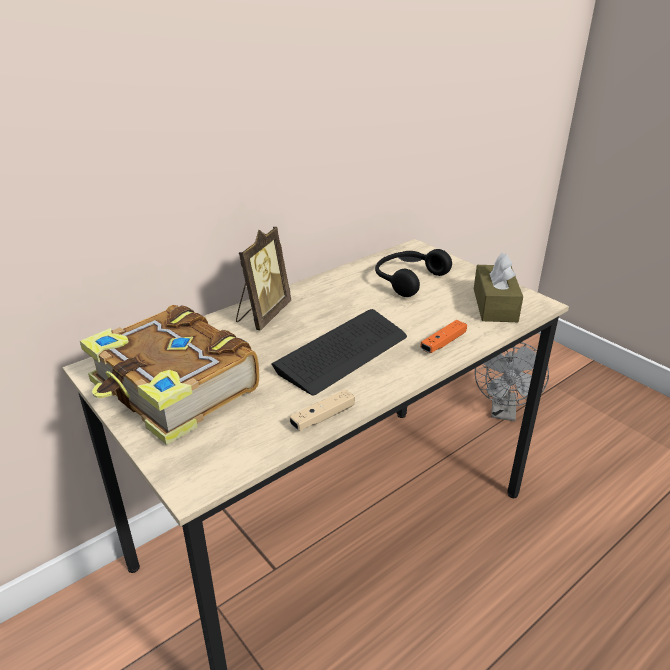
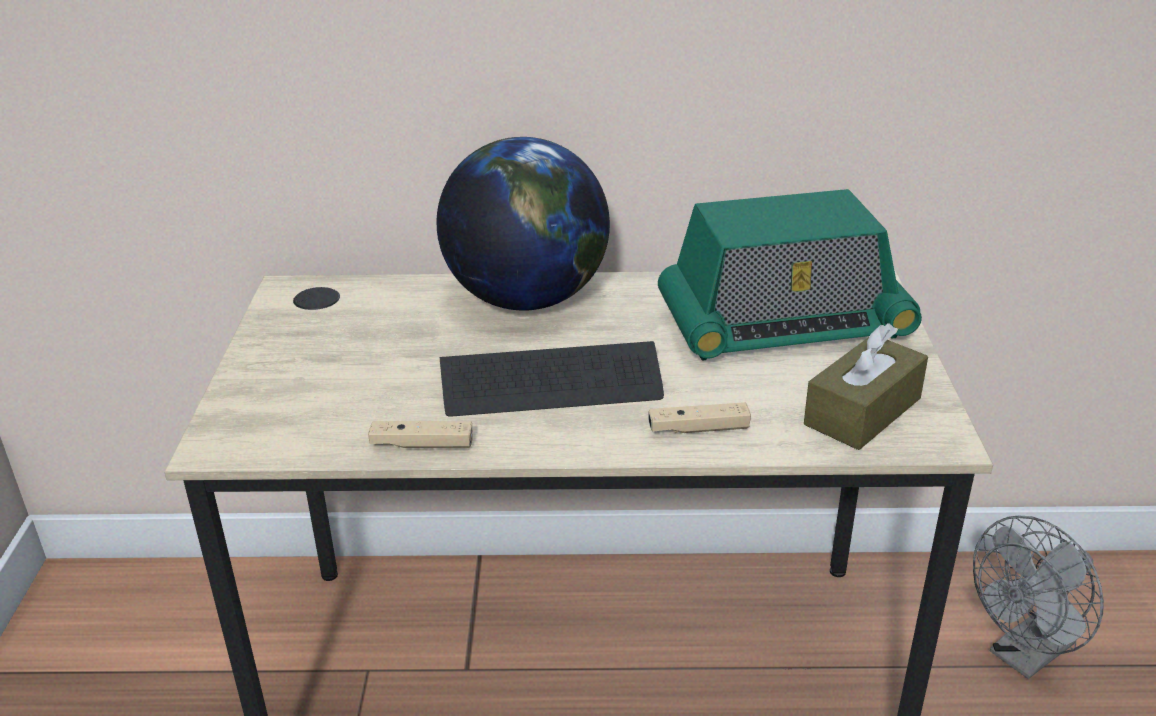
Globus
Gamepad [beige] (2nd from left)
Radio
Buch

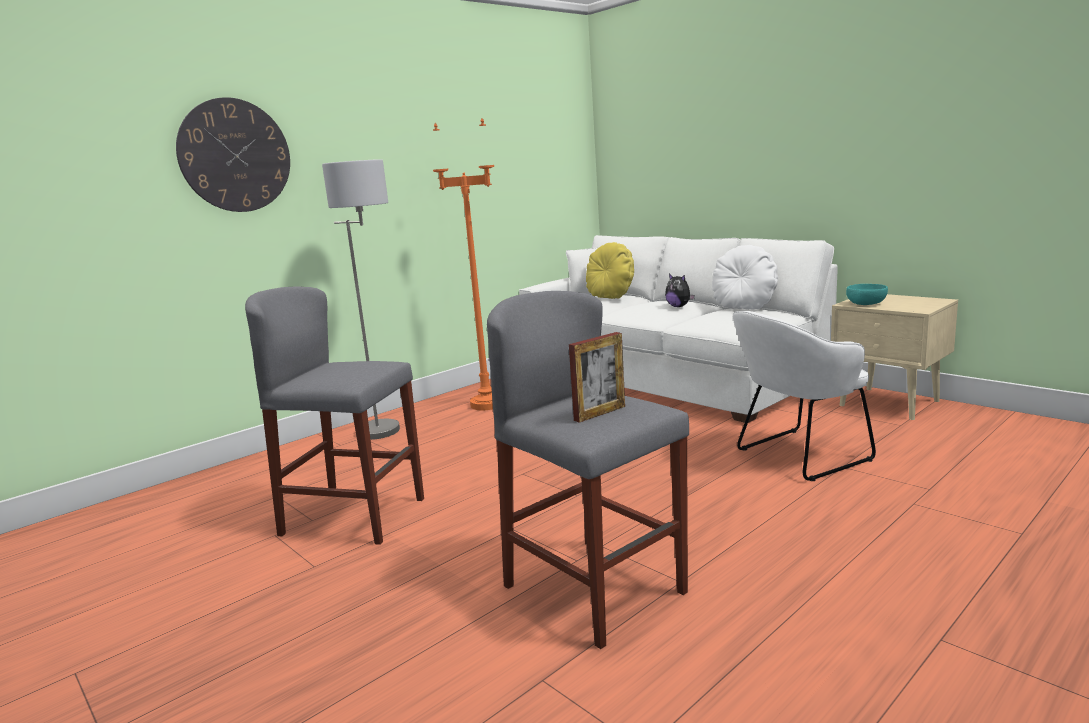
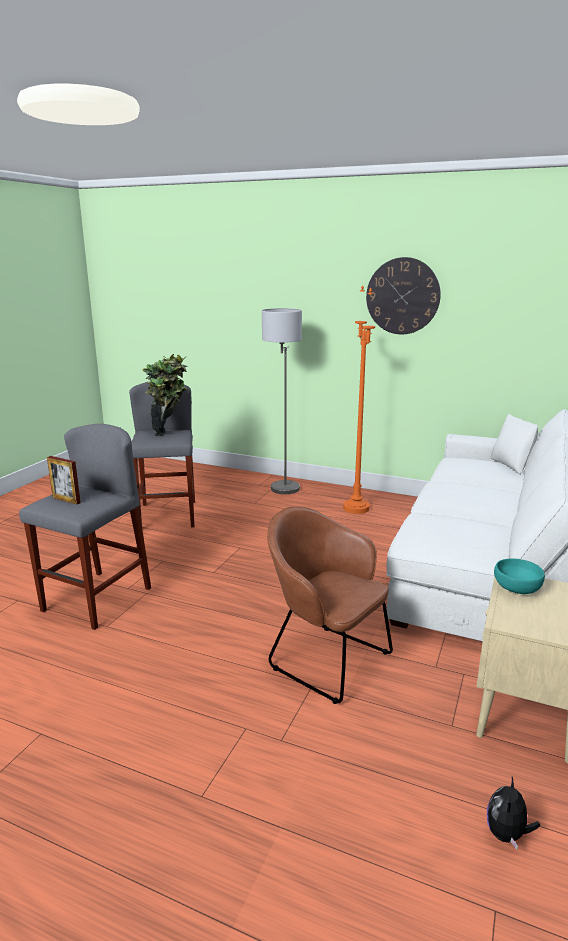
Topfpflanze
Sessel [braun]
Wanduhr
Plüschtier
Kissen [gelb]
Kissen [weiß]

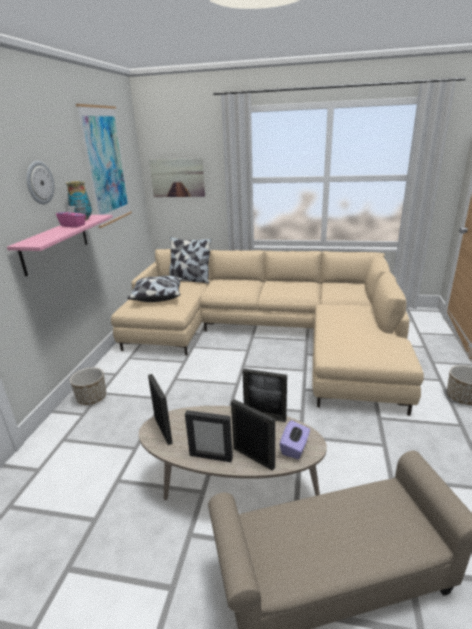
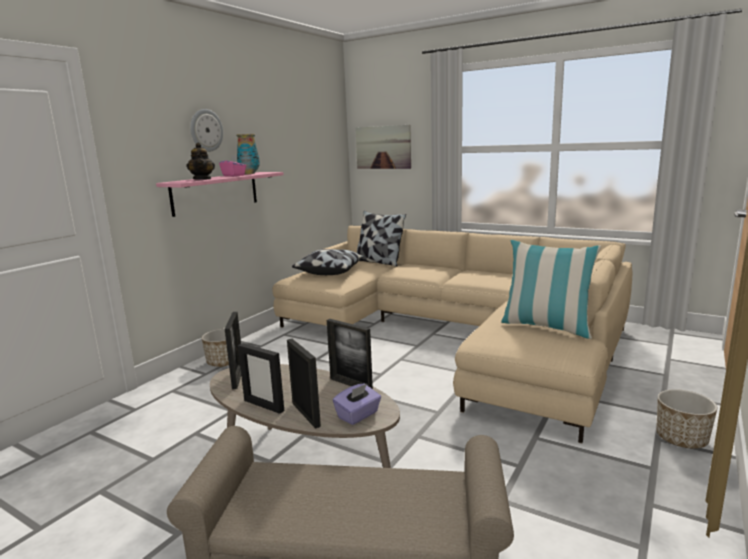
Teekanne
Kissen (3rd from left)
Bild (1st from left in the first image)

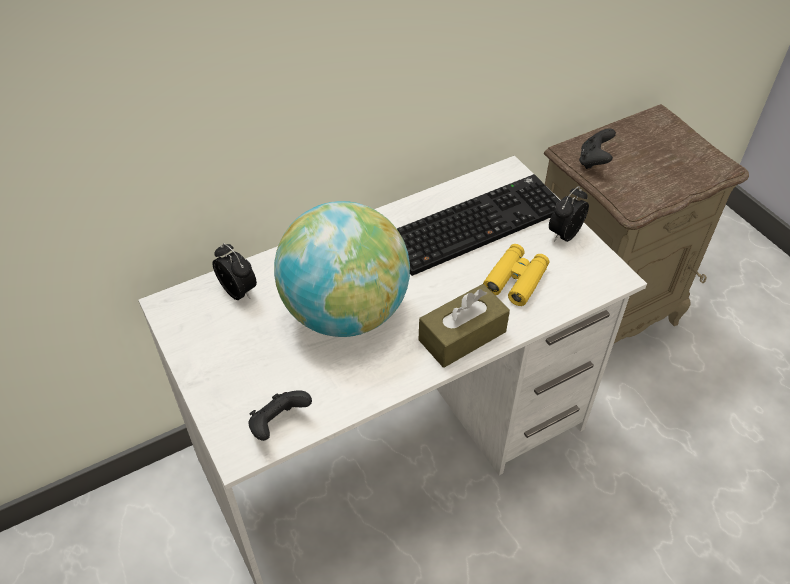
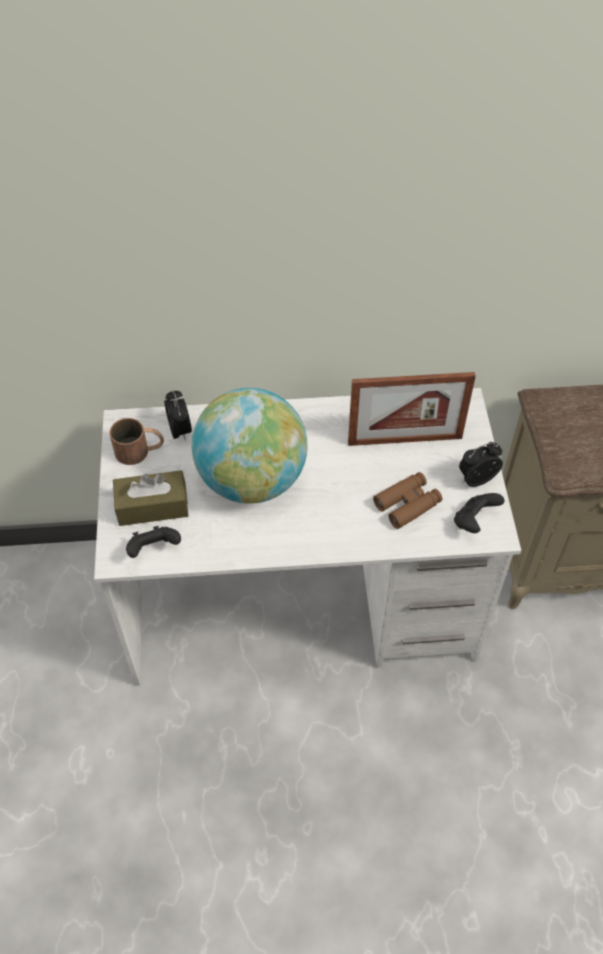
Henkelbecher [braun]
Taschentuchbox [braun]
Bilderrahmen
Fernglas [braun]
Gamepad [schwarz] (2nd from left)

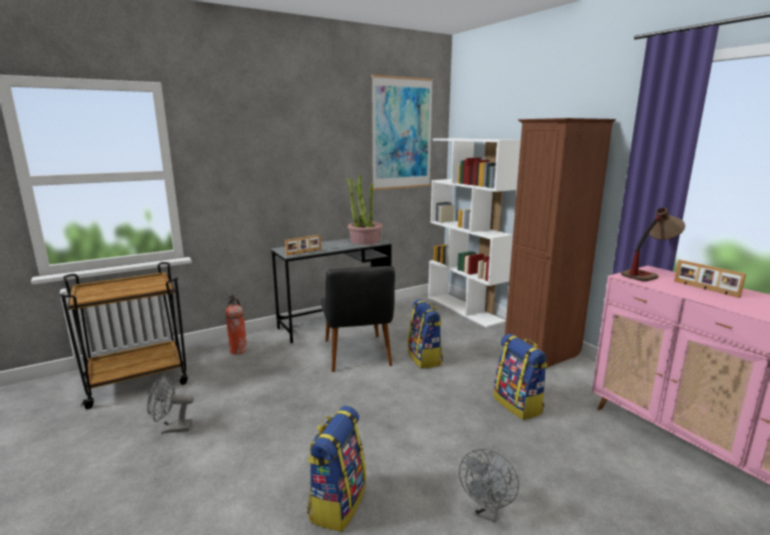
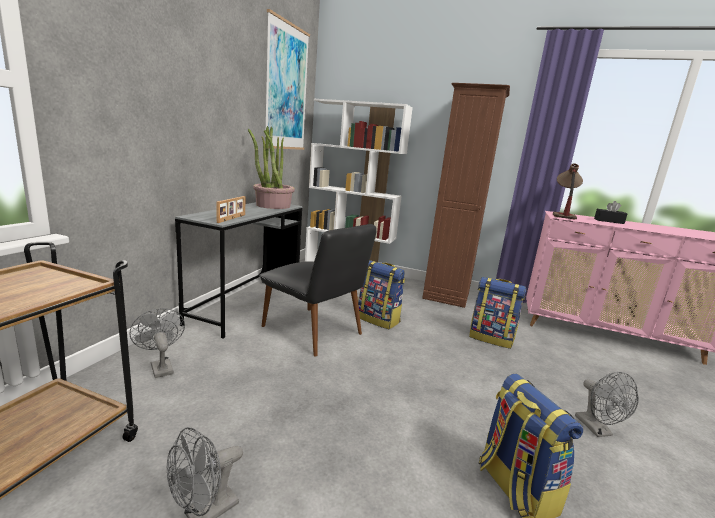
Ventilator [grau] (1st from left)
Taschentuchbox [schwarz]

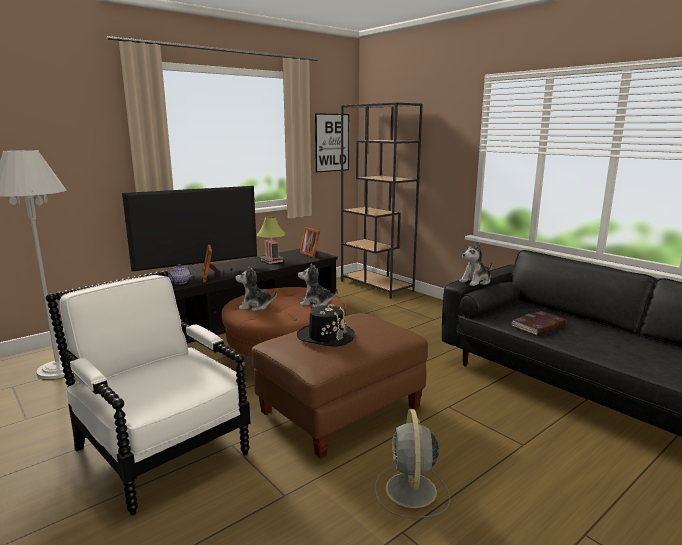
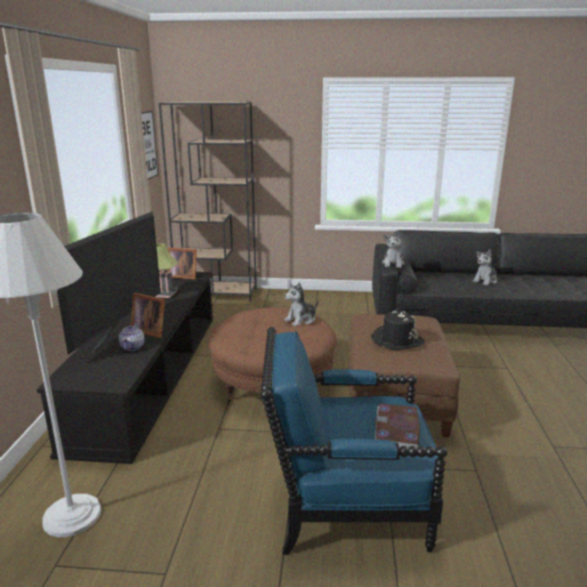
Sessel [blau]
Buch
Plüschtier (3rd from left)
Ventilator [grau]

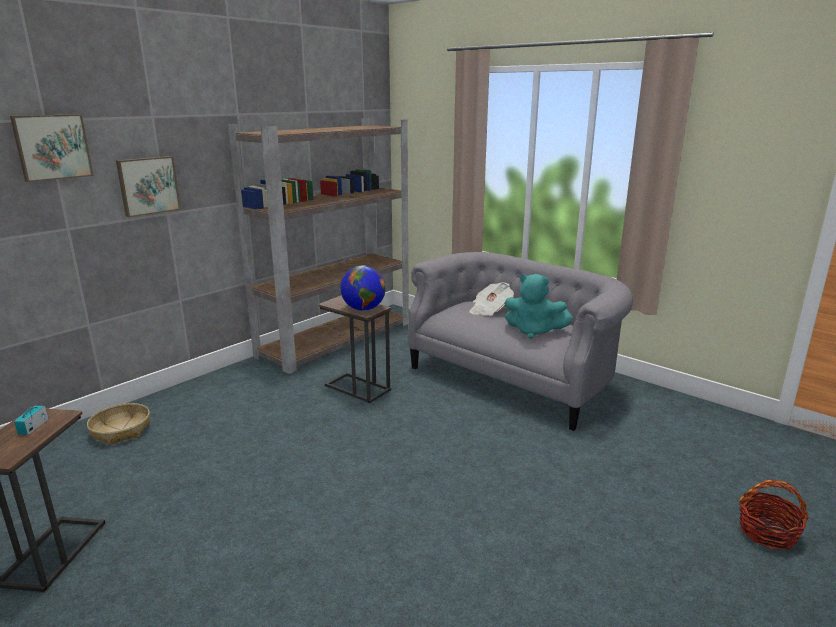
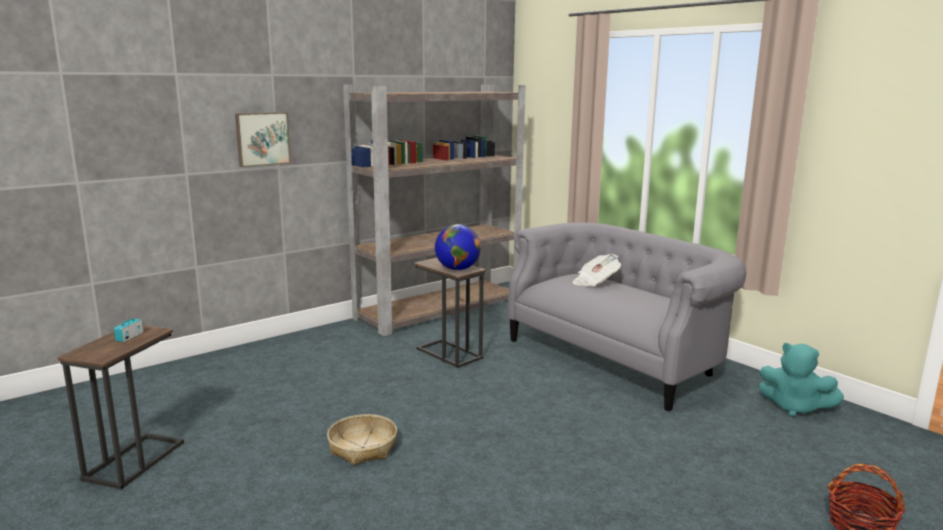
Korb (1st from left)
Plüschtier [türkis]
Bild (1st from left in the first image)

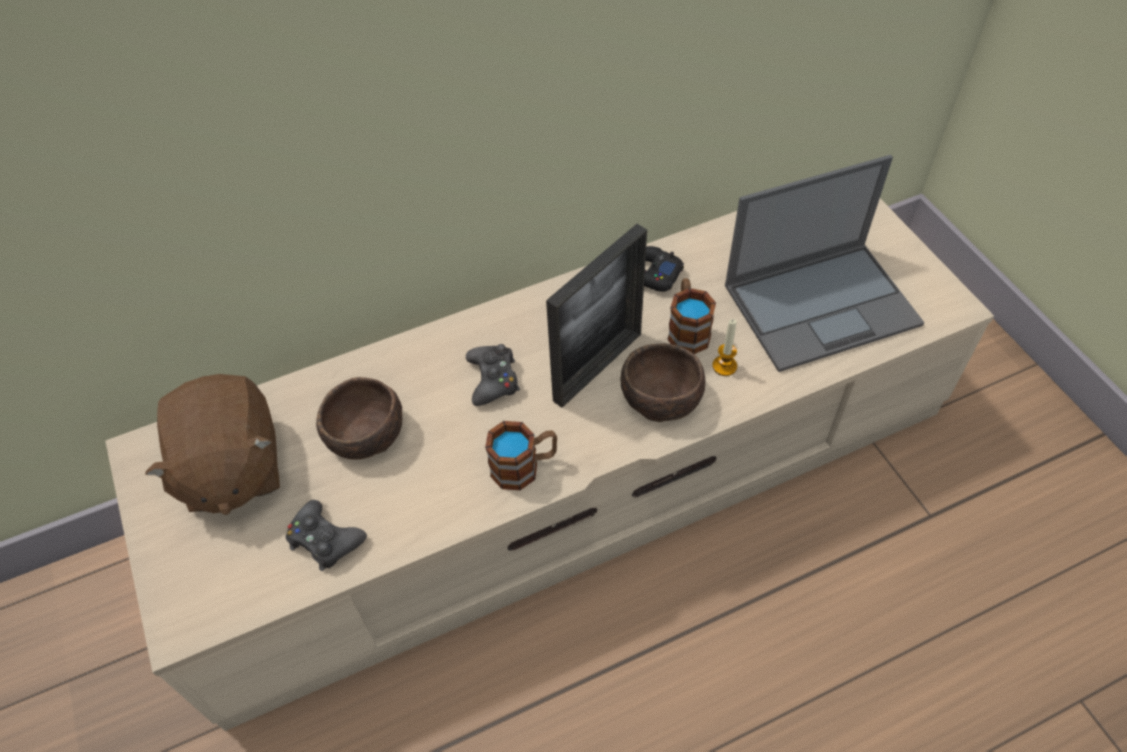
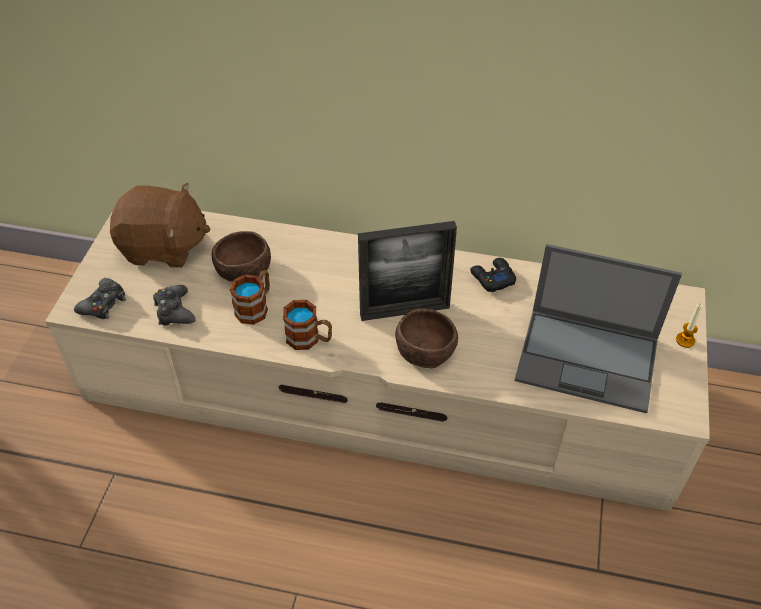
Gamepad [schwarz] (1st from left)
Plüschtier [braun]
Henkelbecher (1st from left)
Kerze

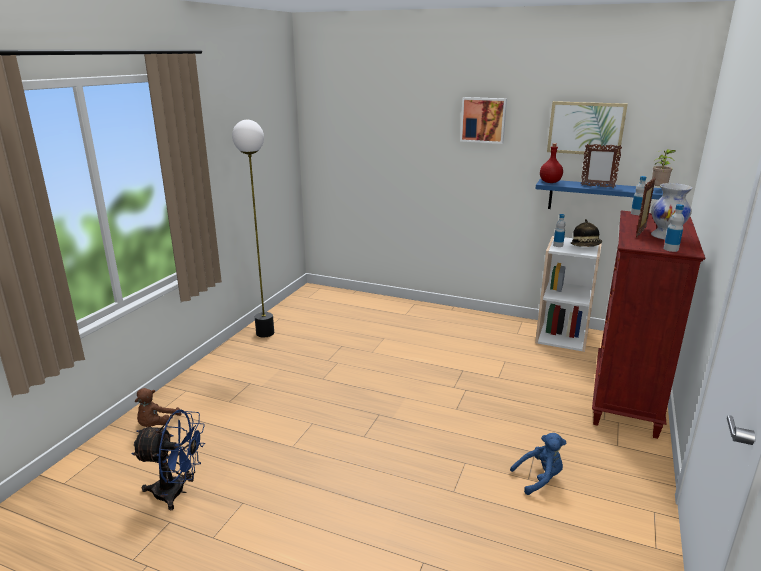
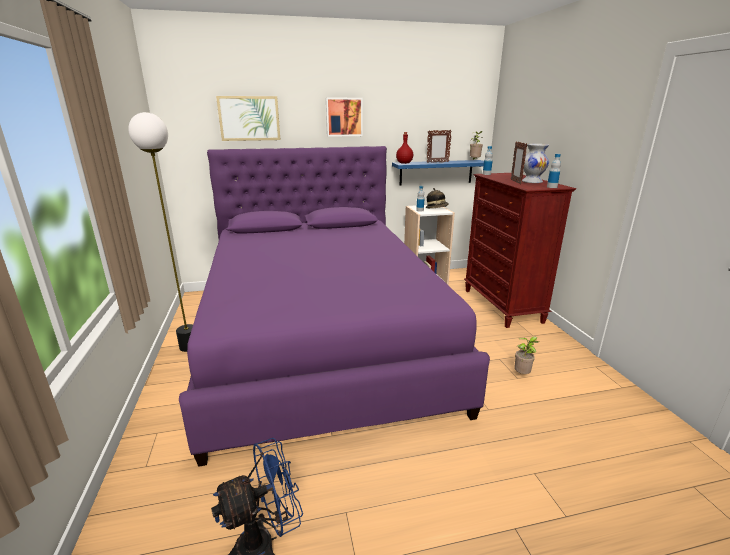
Bett [lila]
Bild (1st from left)
Topfpflanze (2nd from left)
Plüschtier [braun]

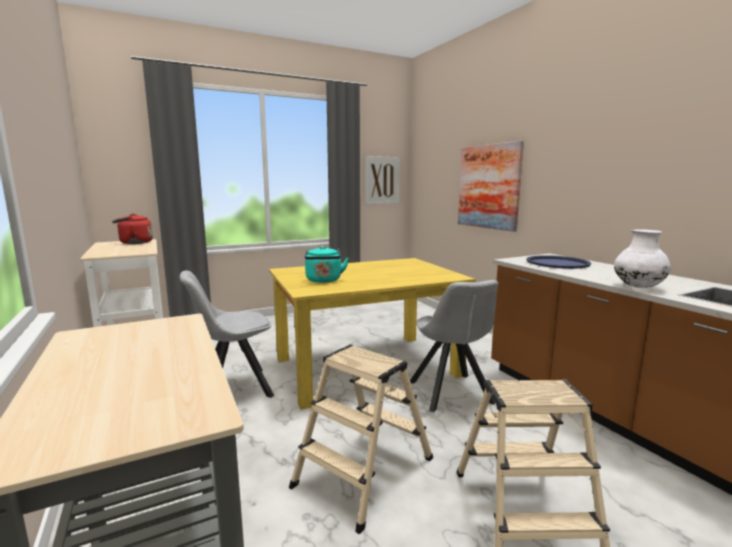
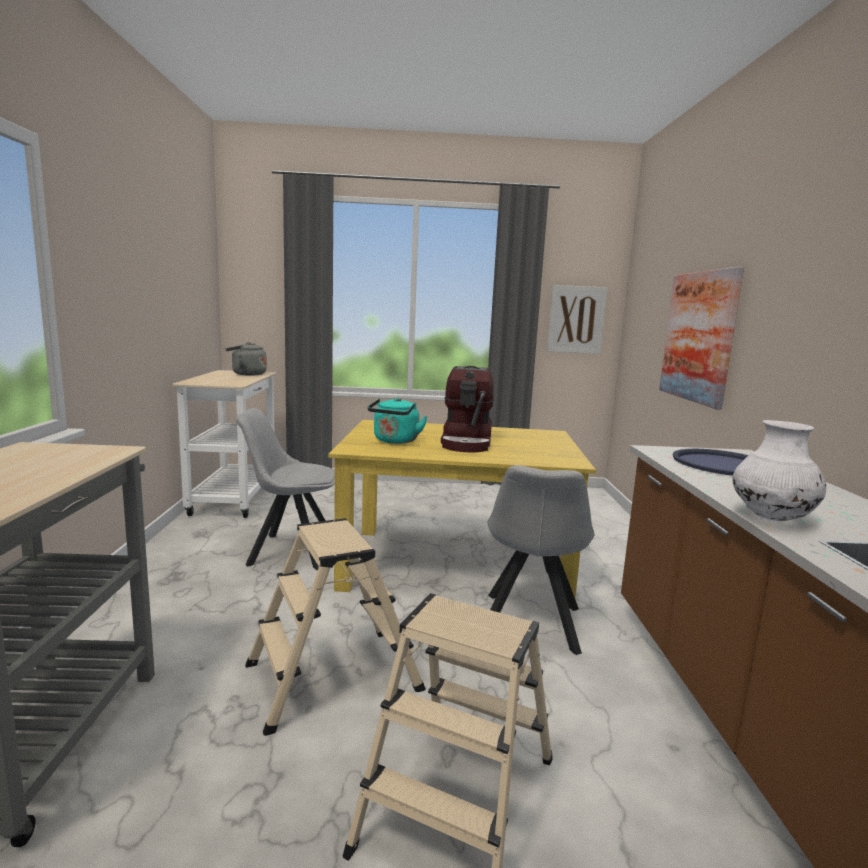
Wasserkessel [grau]
Kaffeemaschine

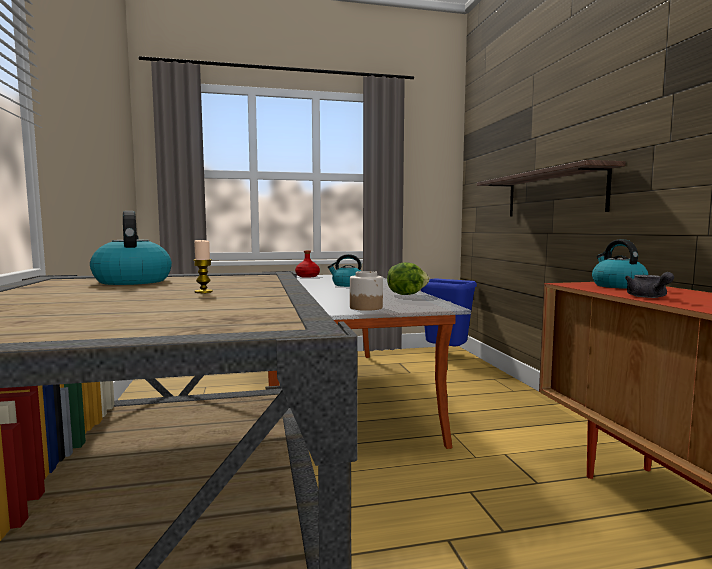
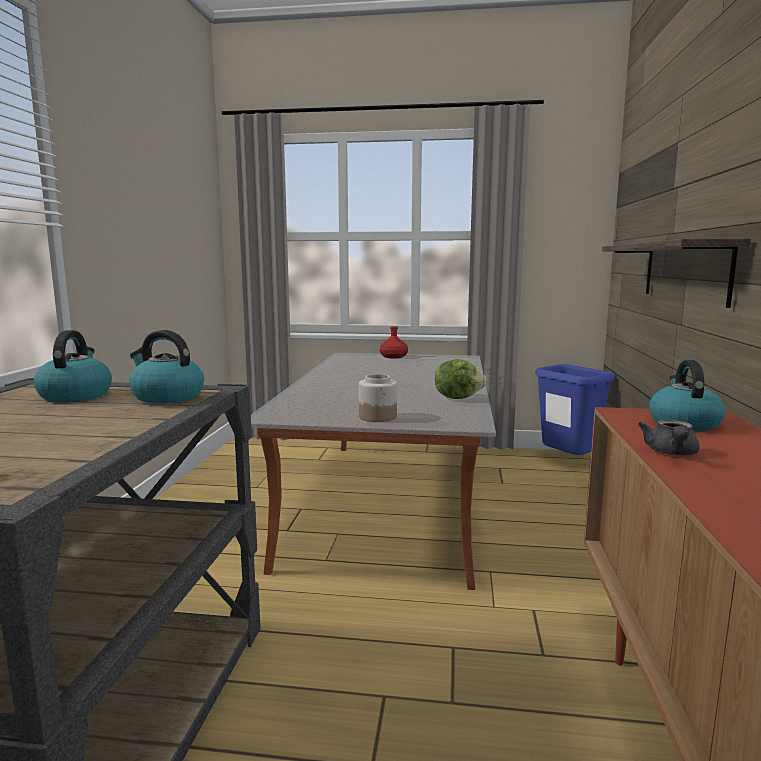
Wasserkessel (2nd from left)
Kerze

